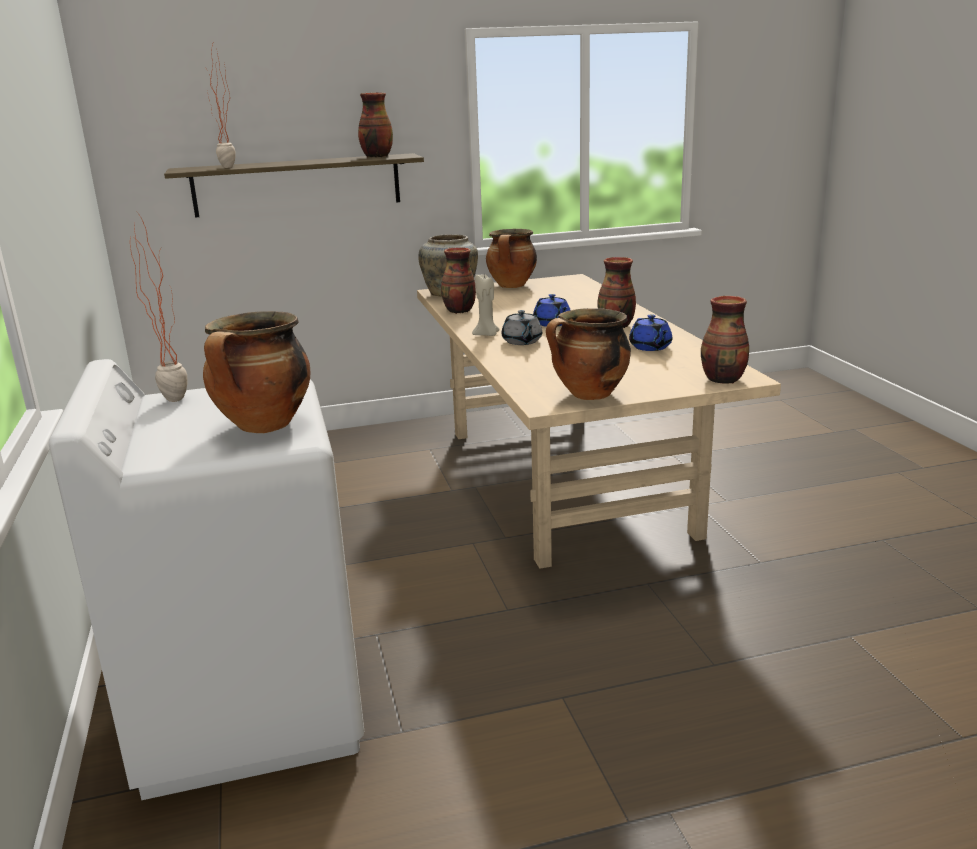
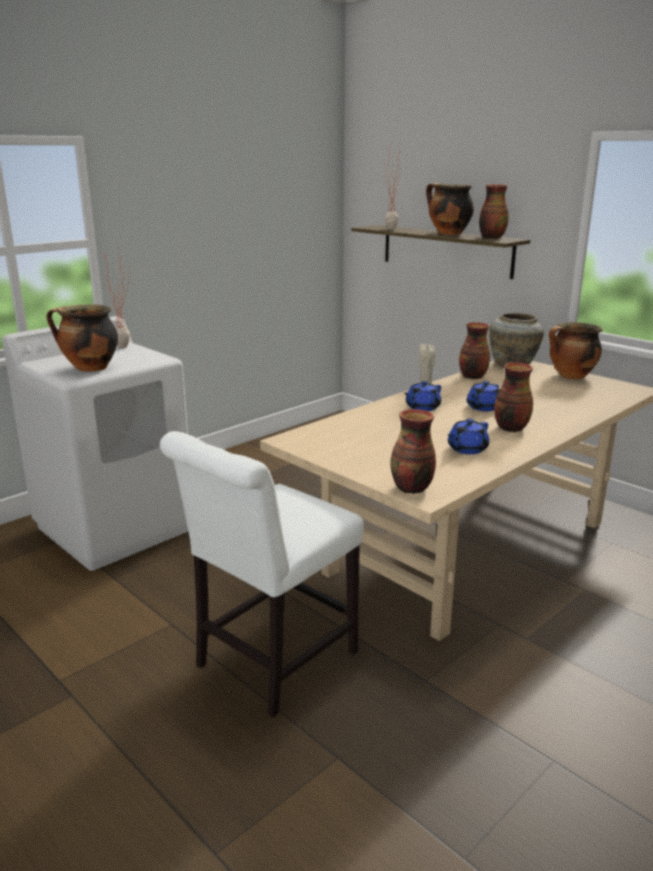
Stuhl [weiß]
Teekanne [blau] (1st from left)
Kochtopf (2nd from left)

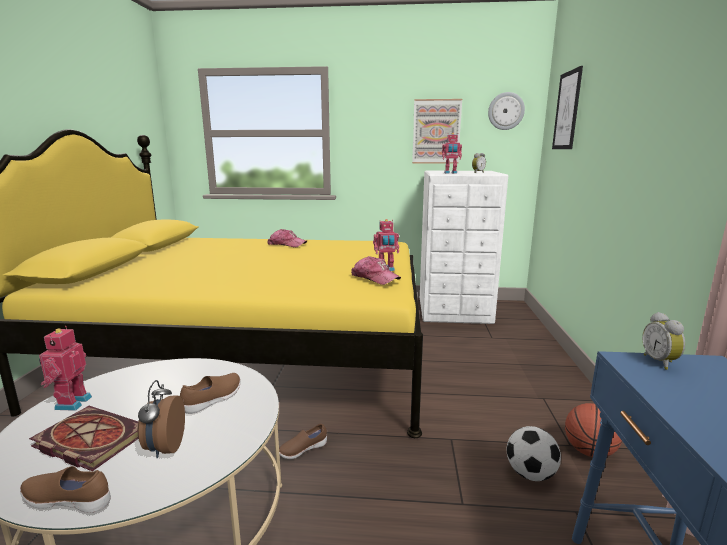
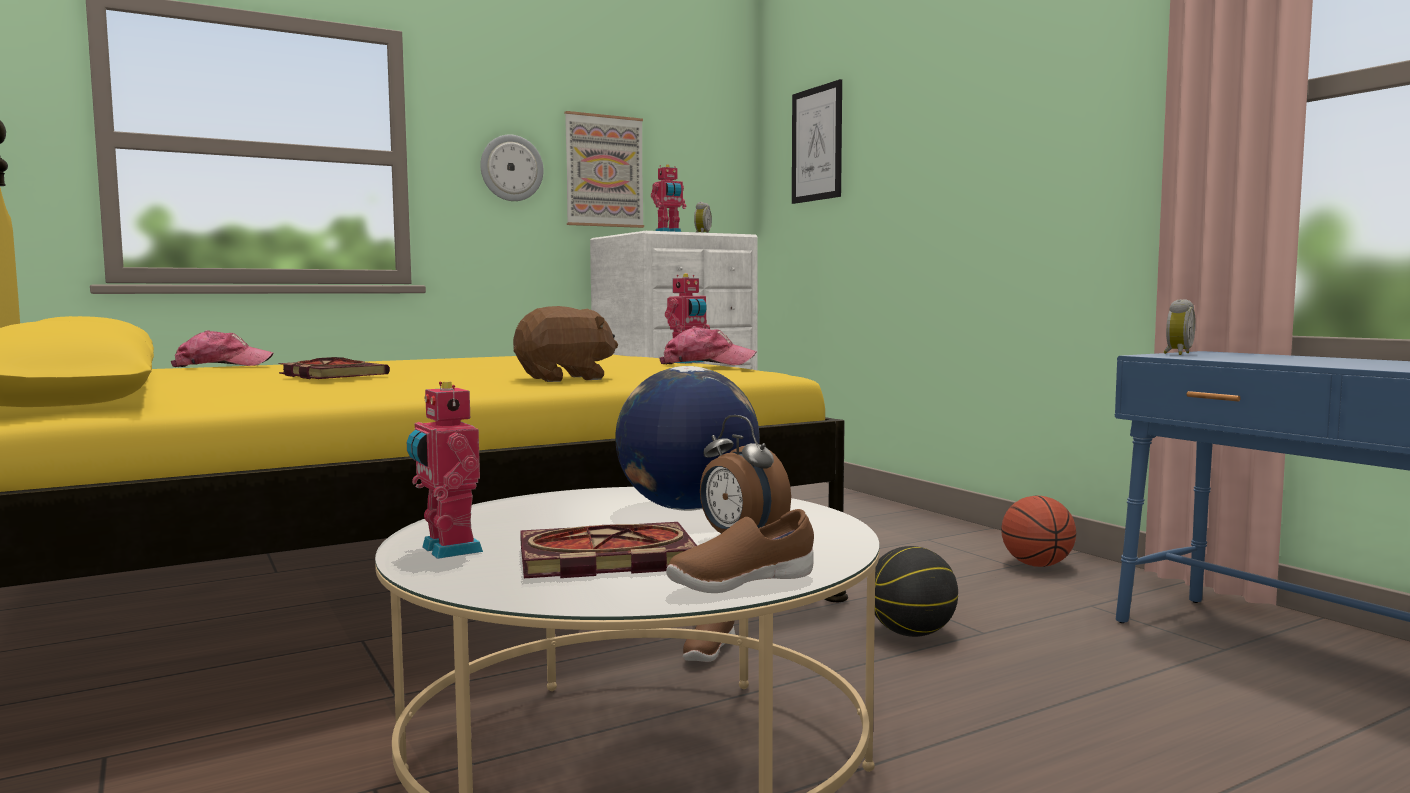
Kappe (1st from left)
Buch (1st from left)
Wanduhr
Plüschtier [braun]
Globus
Basketball (1st from left)
Wecker (3rd from left)
Fußball

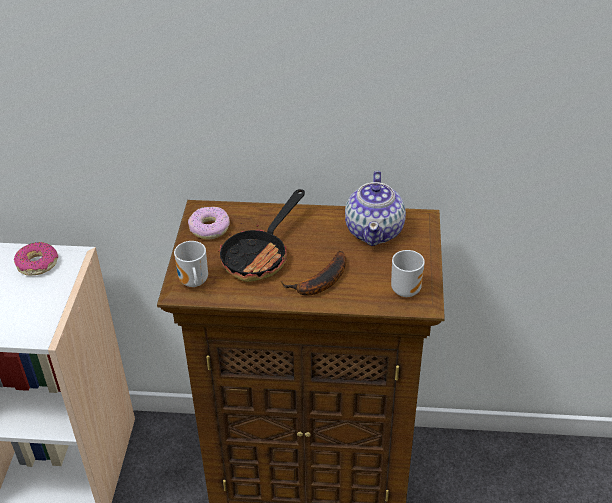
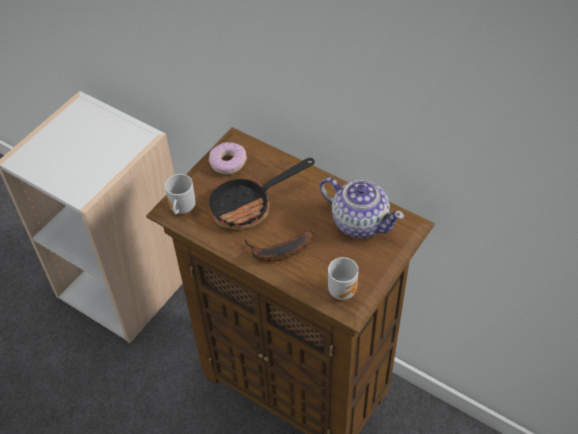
Teekanne
Donut (1st from left in the first image)

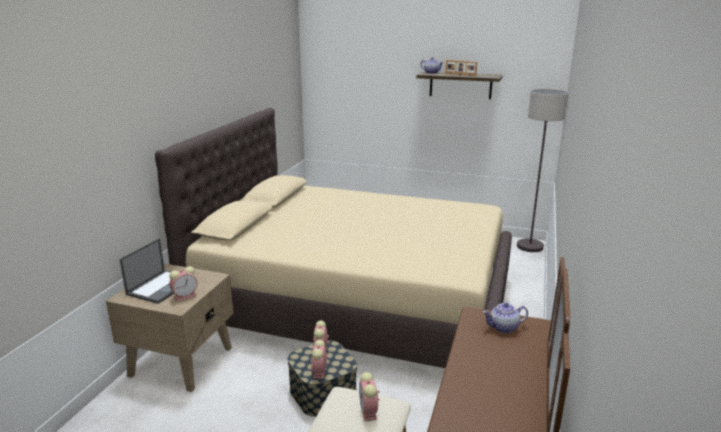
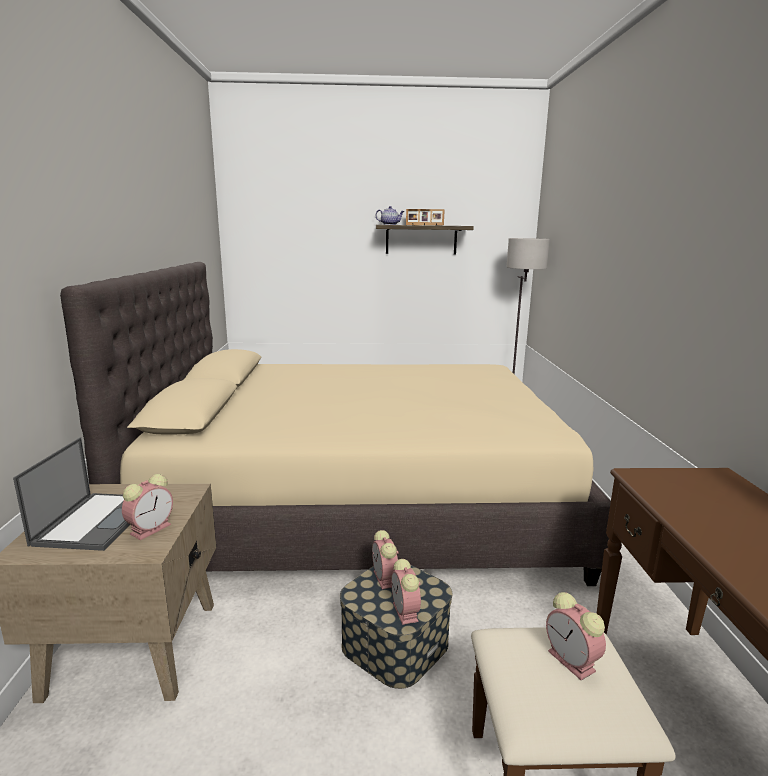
Teekanne (2nd from left in the first image)

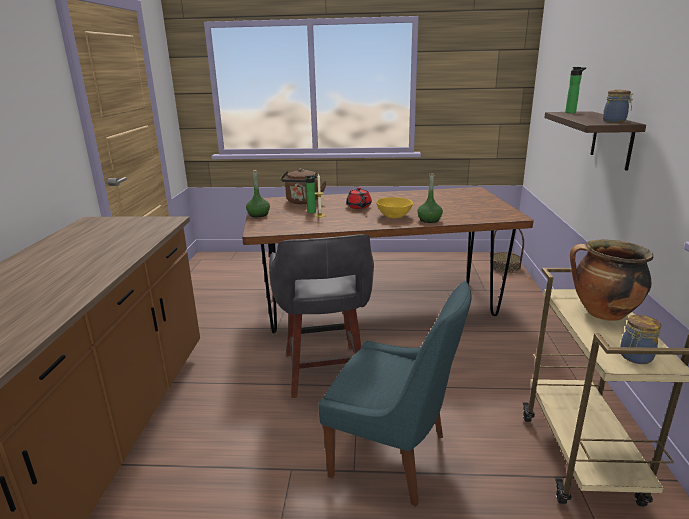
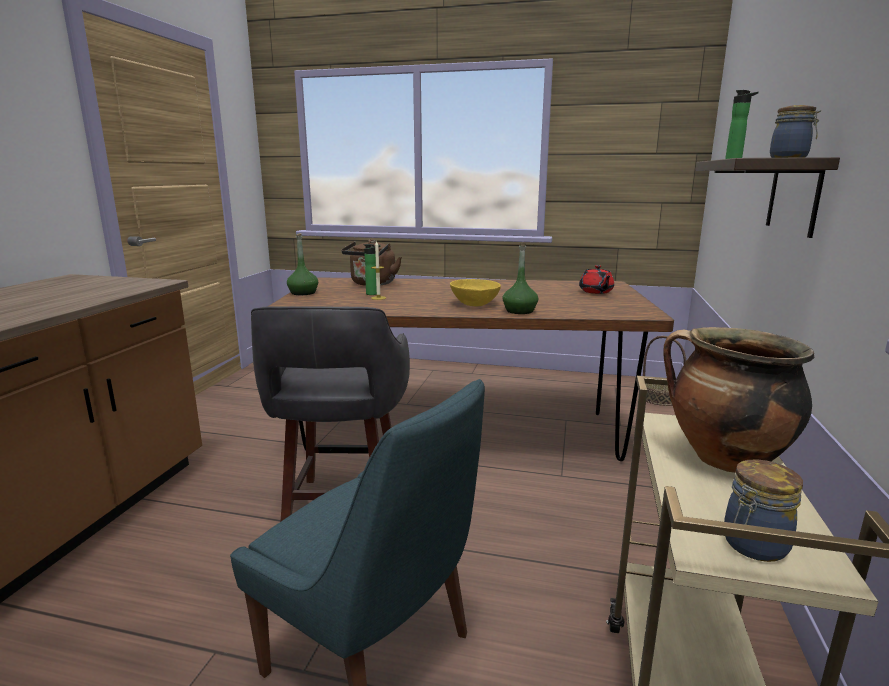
Teekanne [rot]

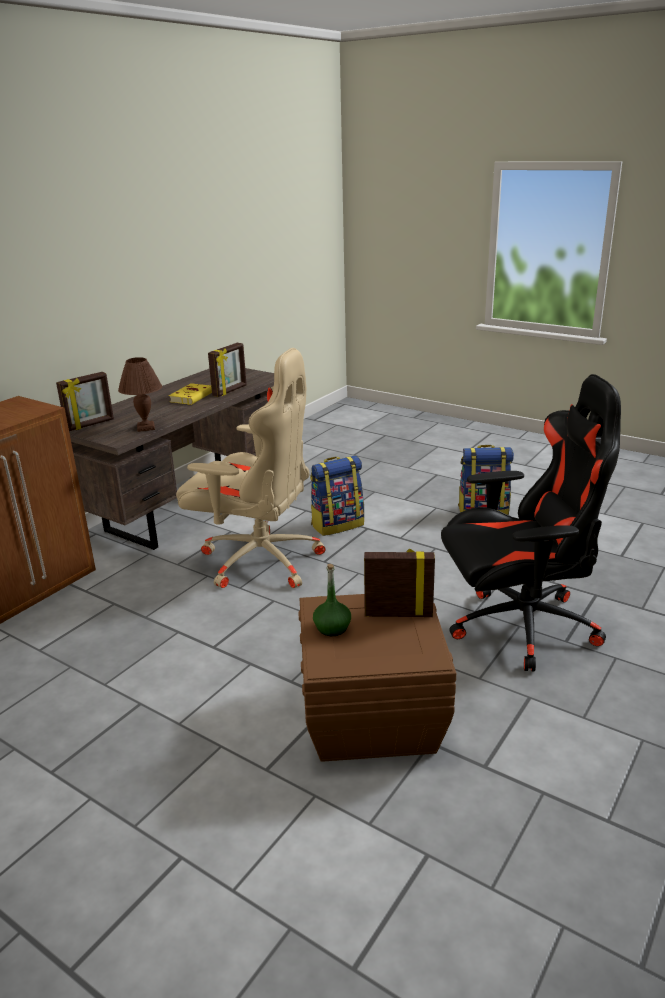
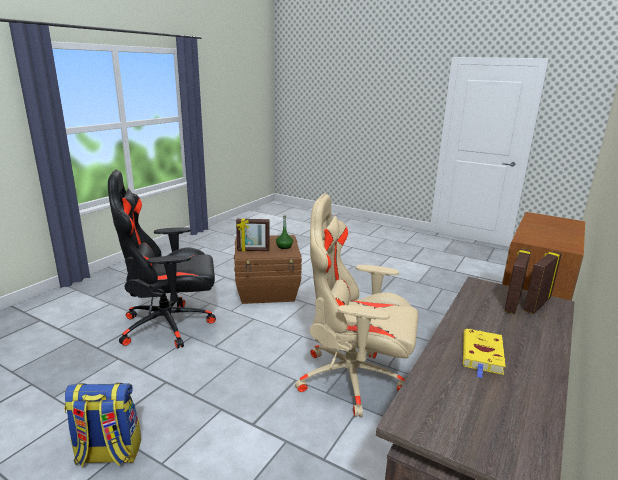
Bilderrahmen (2nd from left)
Tischlampe [braun]
Rucksack (1st from left in the first image)

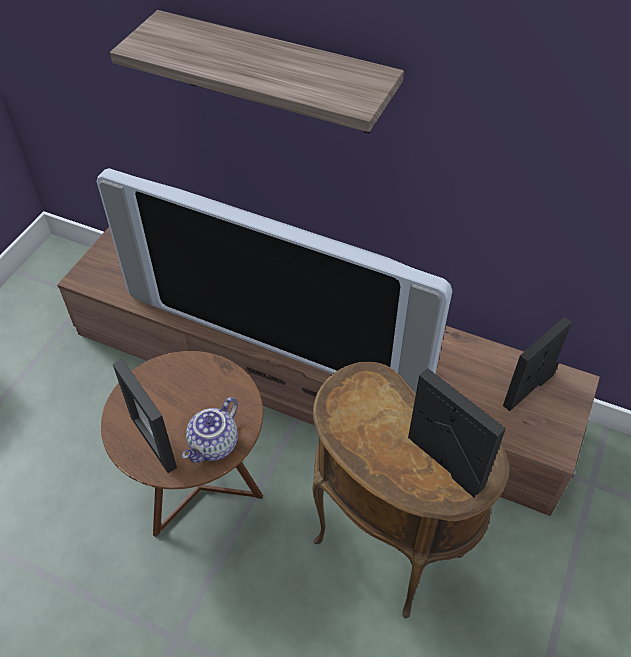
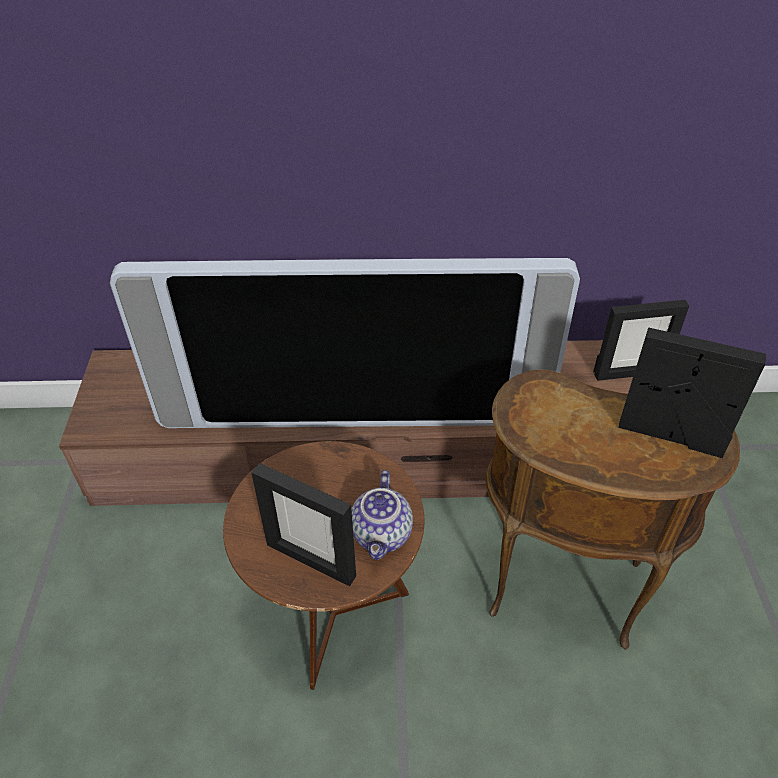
Bilderrahmen (2nd from left)
Wandregal

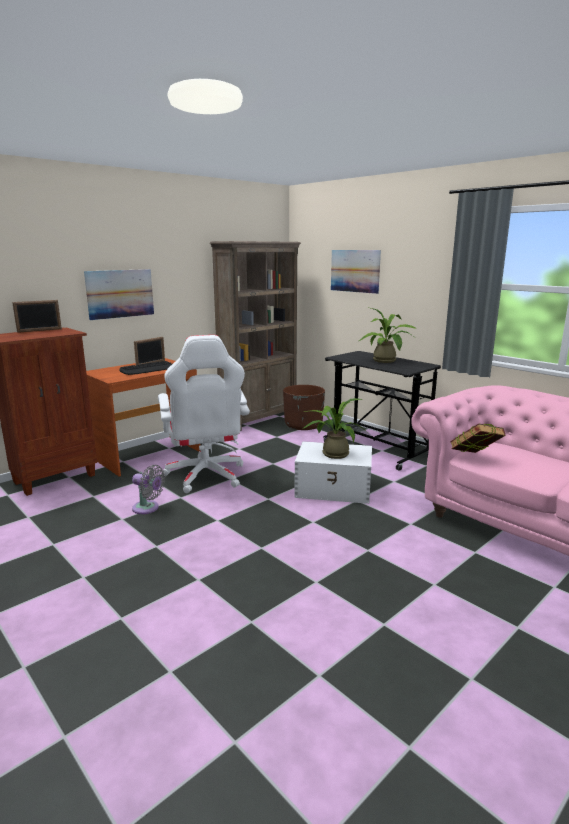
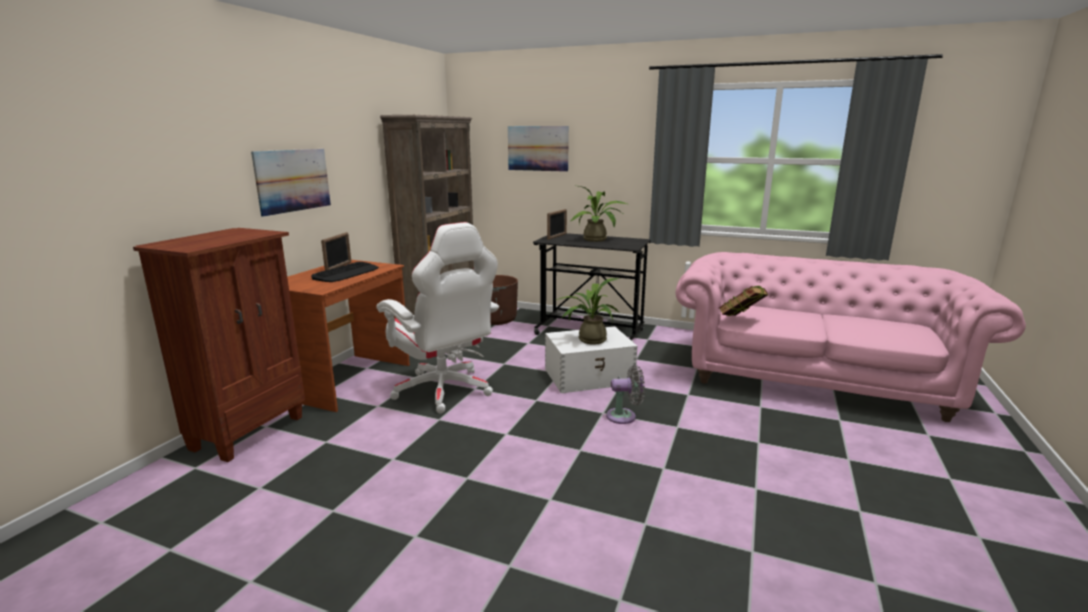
Bilderrahmen (2nd from left)
Ventilator [grau]

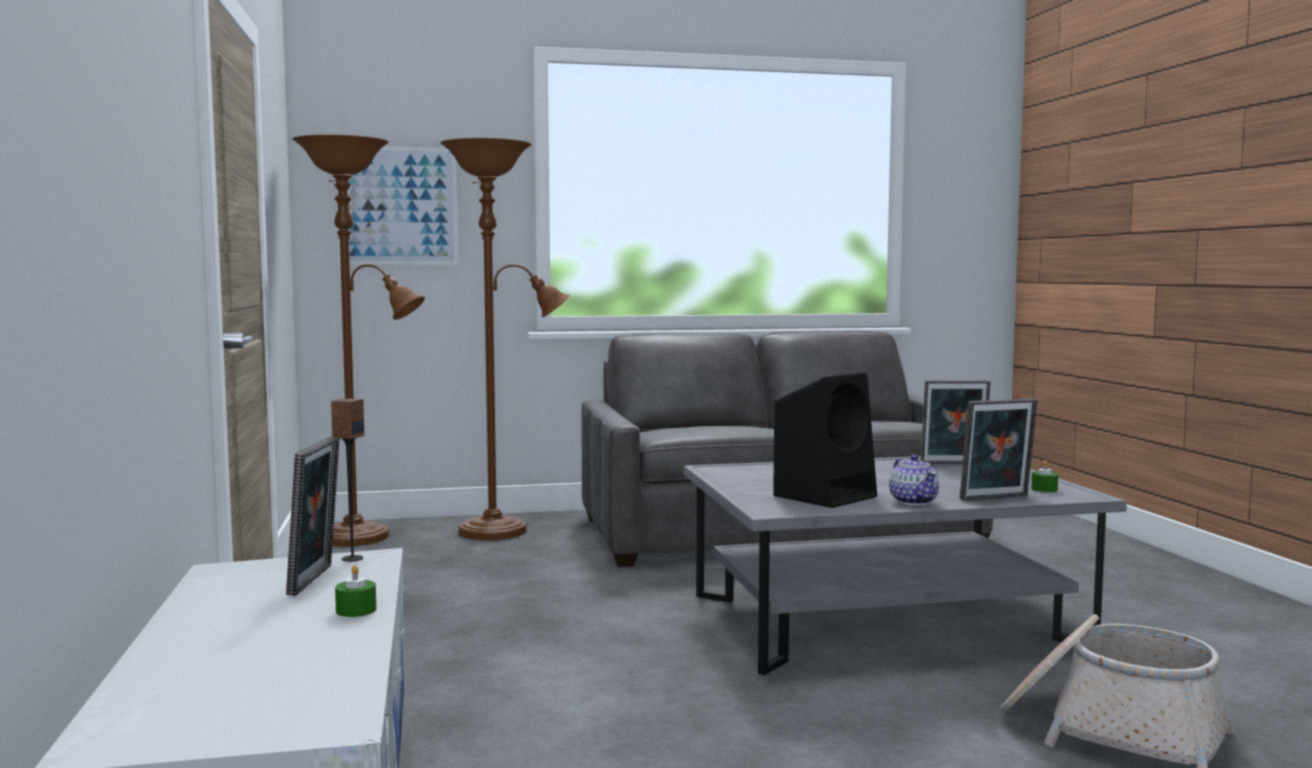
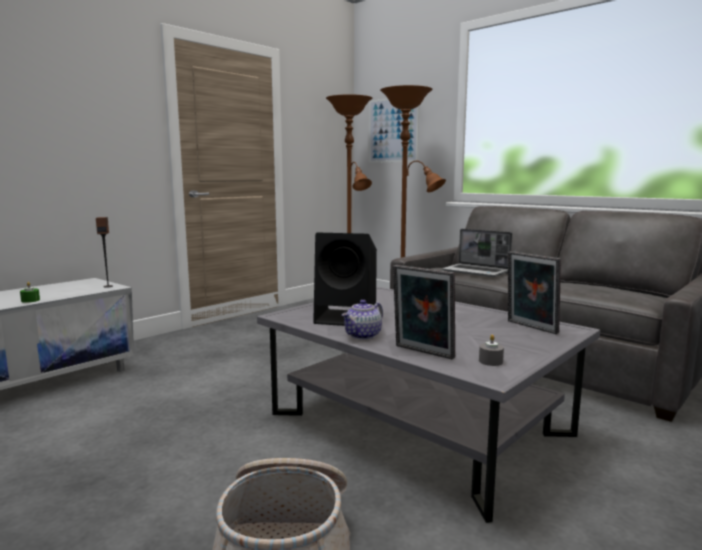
Laptop
Kerze [grau]
Bilderrahmen (1st from left in the first image)

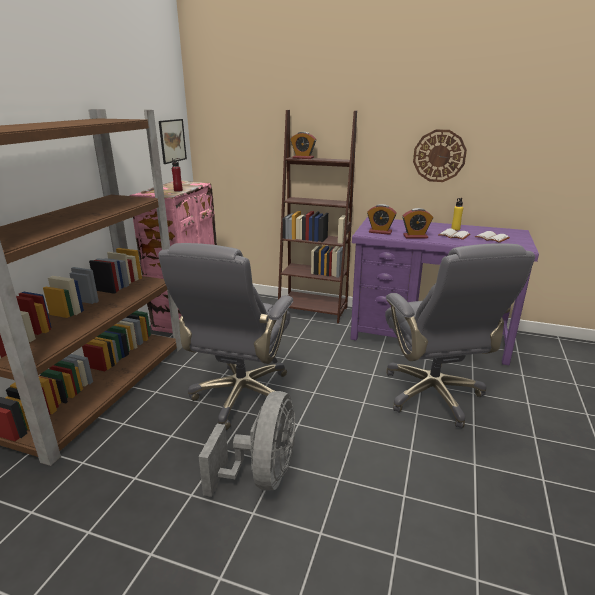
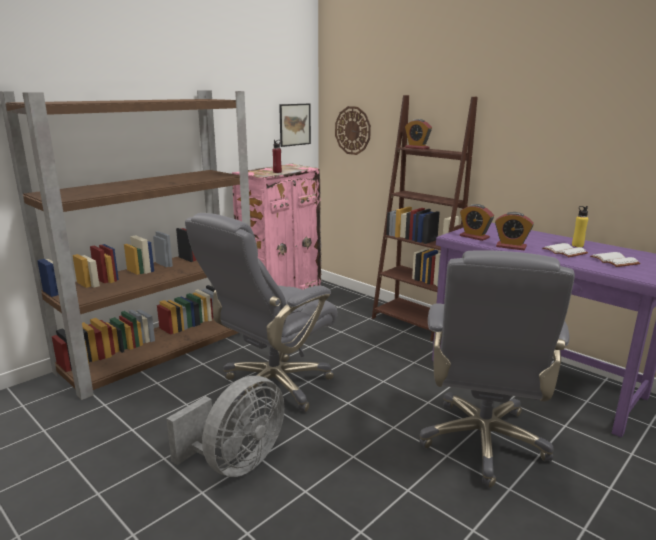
Wanduhr

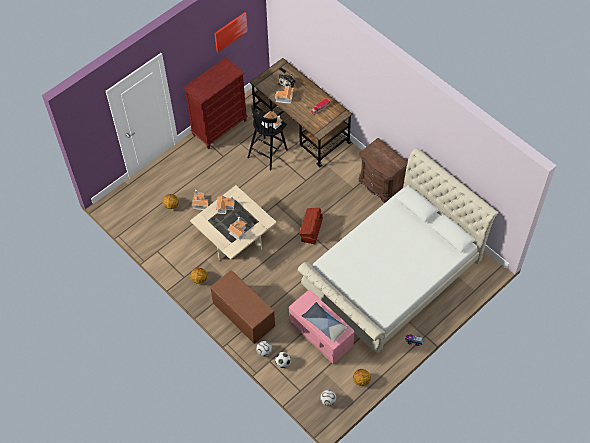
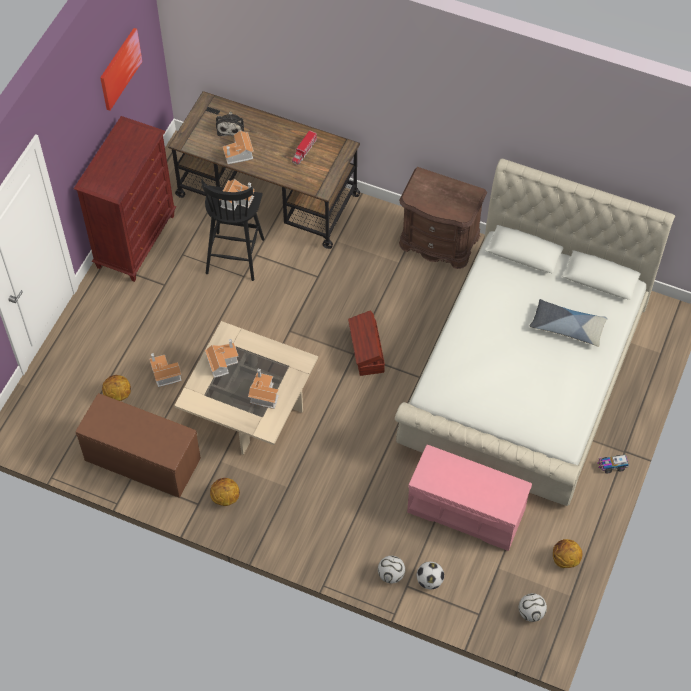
Bank [braun]
Kissen

